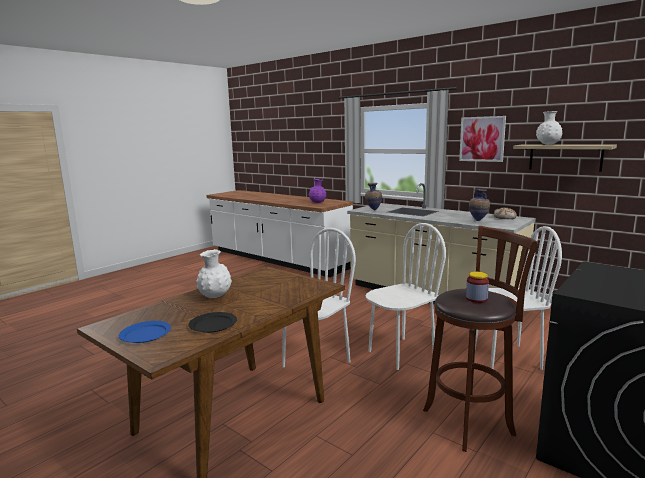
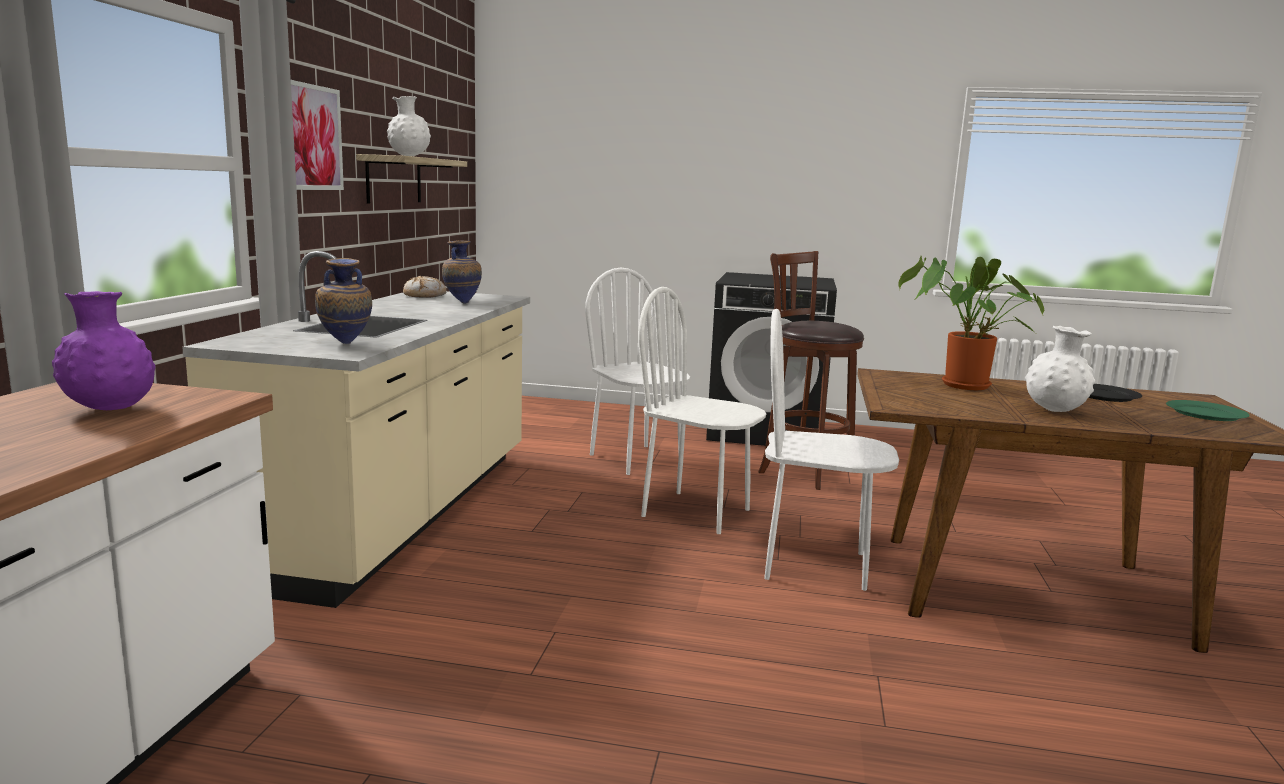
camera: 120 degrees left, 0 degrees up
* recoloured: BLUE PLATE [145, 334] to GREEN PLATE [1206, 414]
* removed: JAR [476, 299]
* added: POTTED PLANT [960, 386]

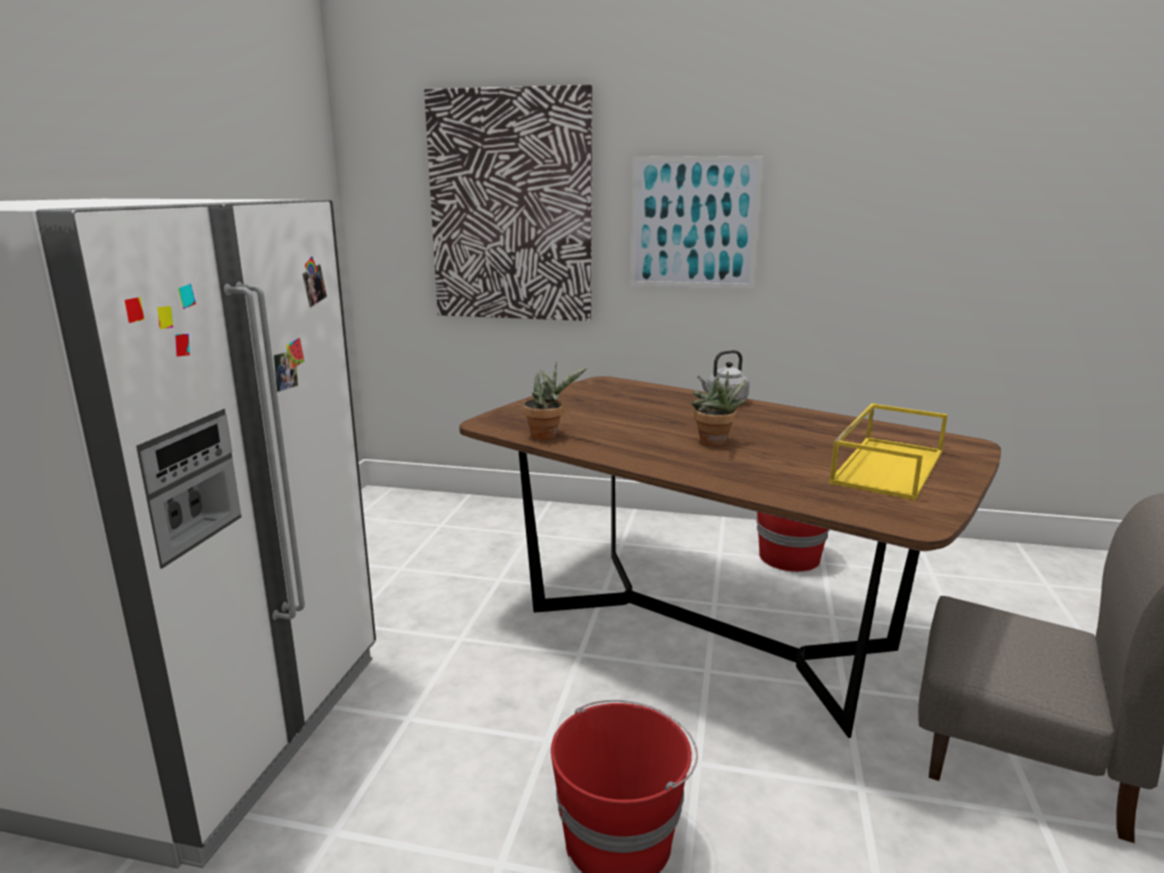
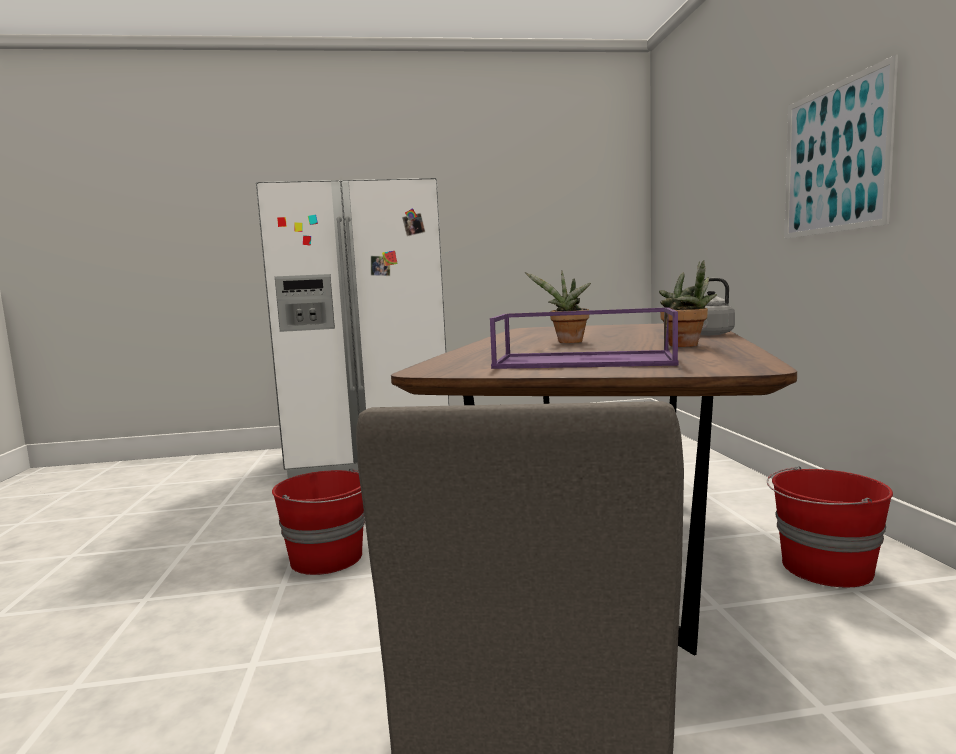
camera: 70 degrees right, 10 degrees down
* removed: PICTURE [511, 207]
* moved: POTTED PLANT [547, 436] to [687, 345]
* recoloured: YELLOW TRAY [886, 466] to PURPLE TRAY [585, 361]

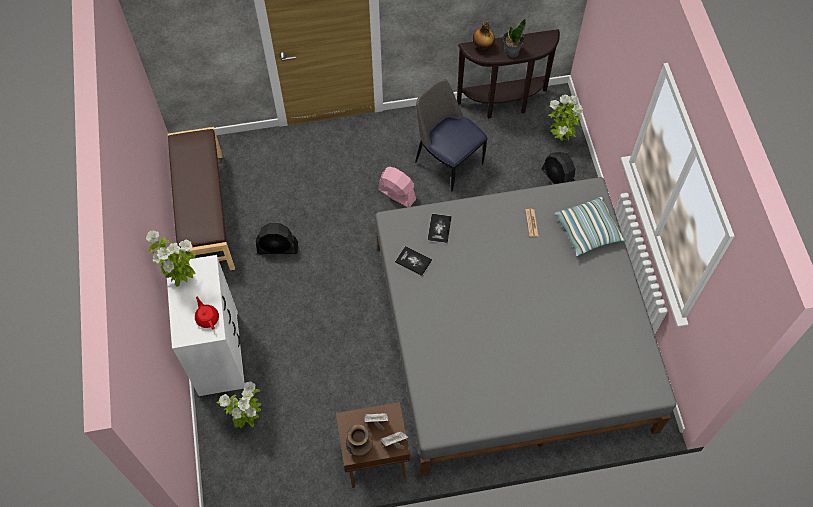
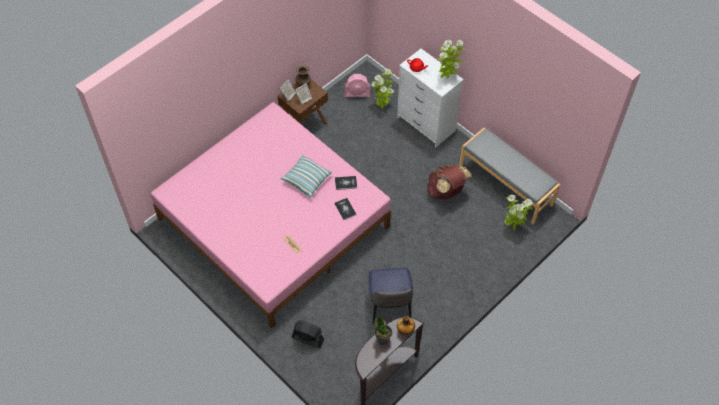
camera: 145 degrees right, 5 degrees down
* recoloured: BROWN BENCH [204, 214] to GREY BENCH [506, 185]
* replaced: BLACK FAN [278, 248] to BROWN BACKPACK [446, 191]
* recoloured: GREY BED [511, 334] to PINK BED [274, 222]
* moved: PINK FAN [396, 194] to [357, 93]
* turned: CHAIR [447, 161] = [390, 307] 75 degrees clockwise
* moved: POTTED PLANT [560, 139] to [513, 226]
* moved: PILLOW [588, 231] to [306, 179]

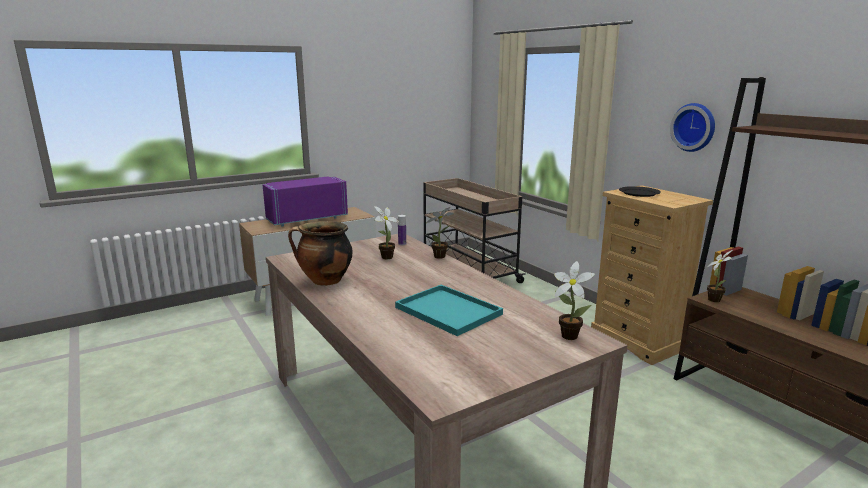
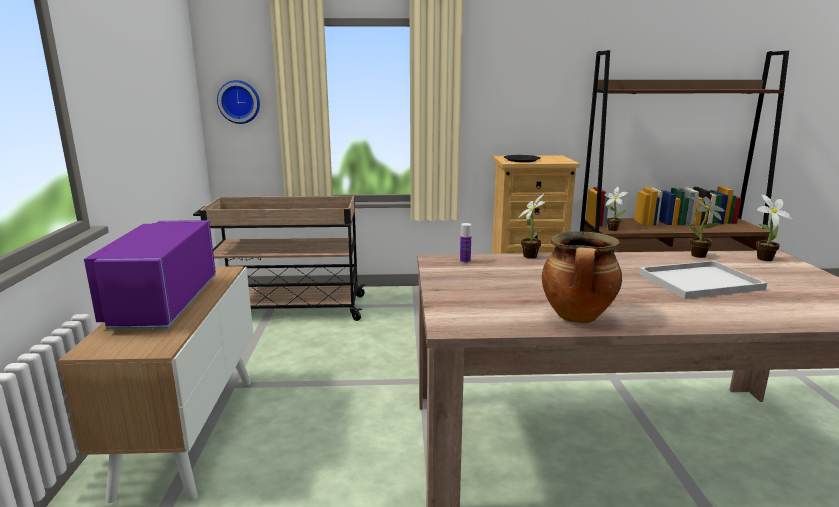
camera: 60 degrees left, 0 degrees up
* moved: POTTED PLANT [385, 258] to [700, 256]
* recoloured: TURQUOISE TRAY [450, 311] to WHITE TRAY [700, 281]
* moved: WALL CLOCK [694, 127] to [239, 102]

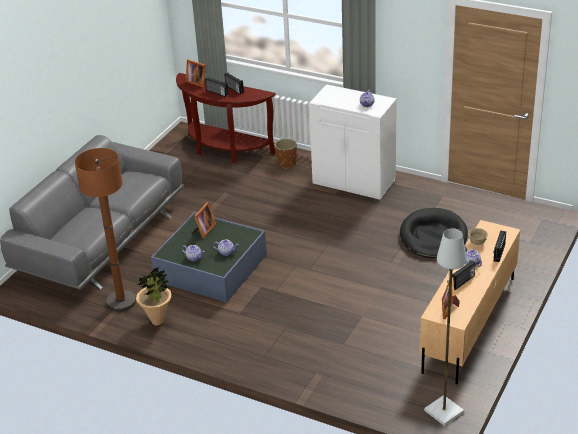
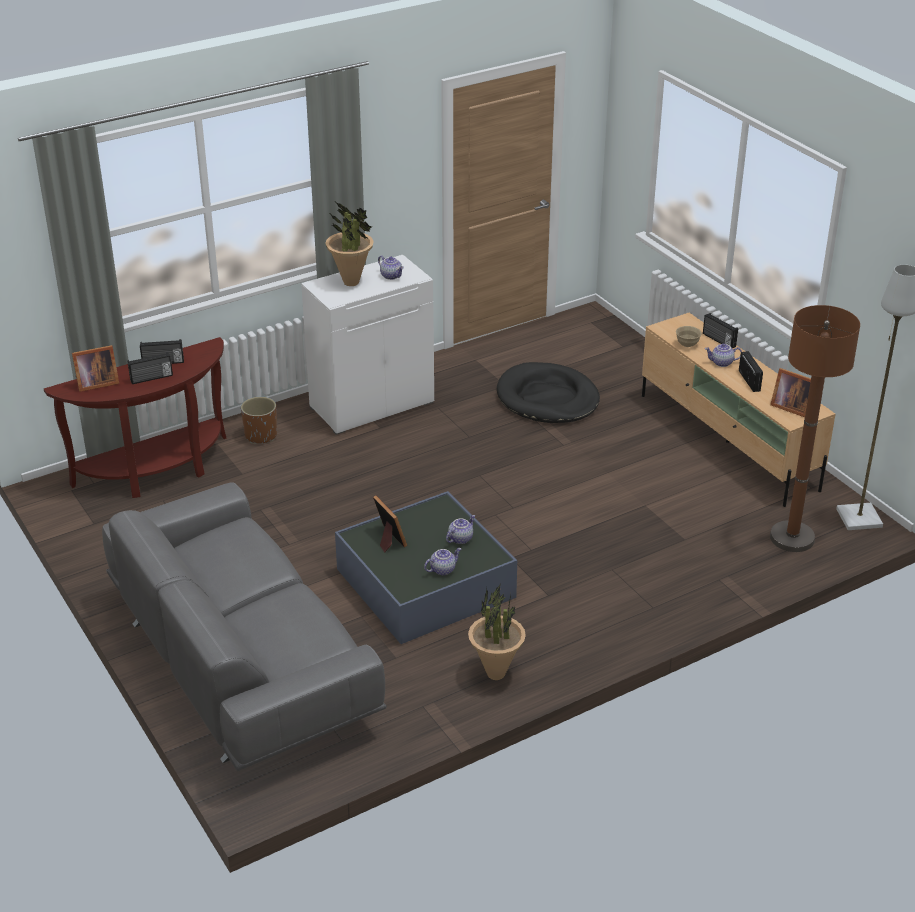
camera: 60 degrees left, 0 degrees up
* moved: BROWN FLOOR LAMP [121, 302] to [792, 538]
* added: POTTED PLANT [351, 282]

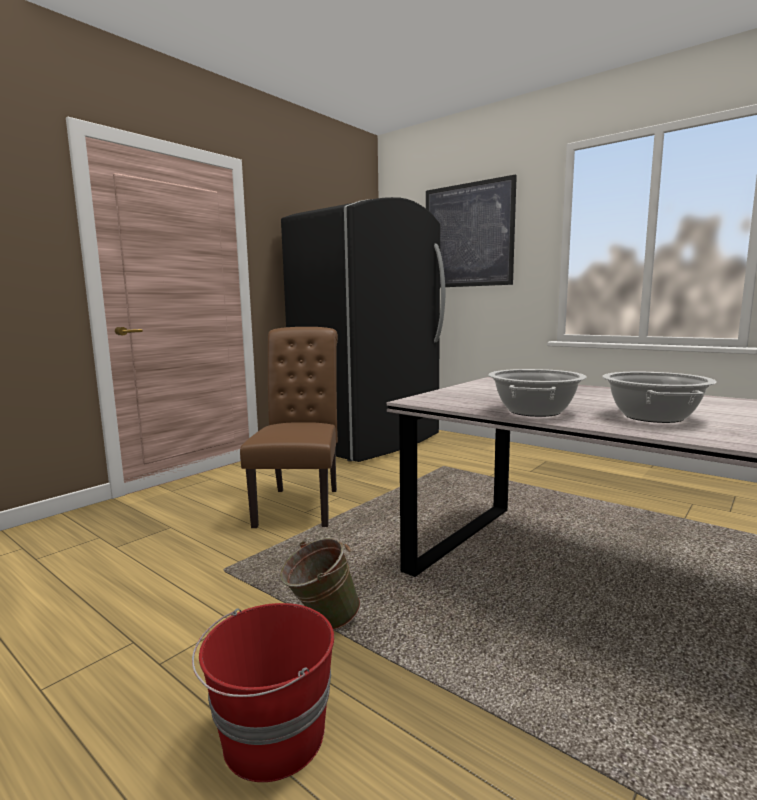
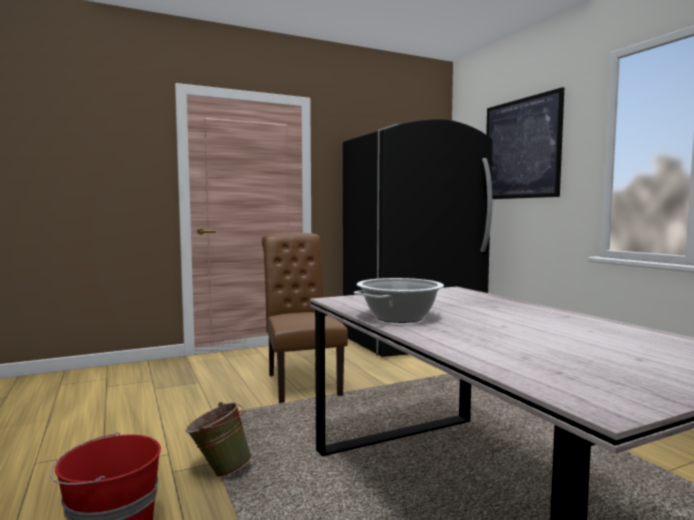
camera: 25 degrees right, 5 degrees down
* turned: BROWN CHAIR [301, 504] = [301, 383] 45 degrees counterclockwise
* removed: COOKING POT [654, 417]

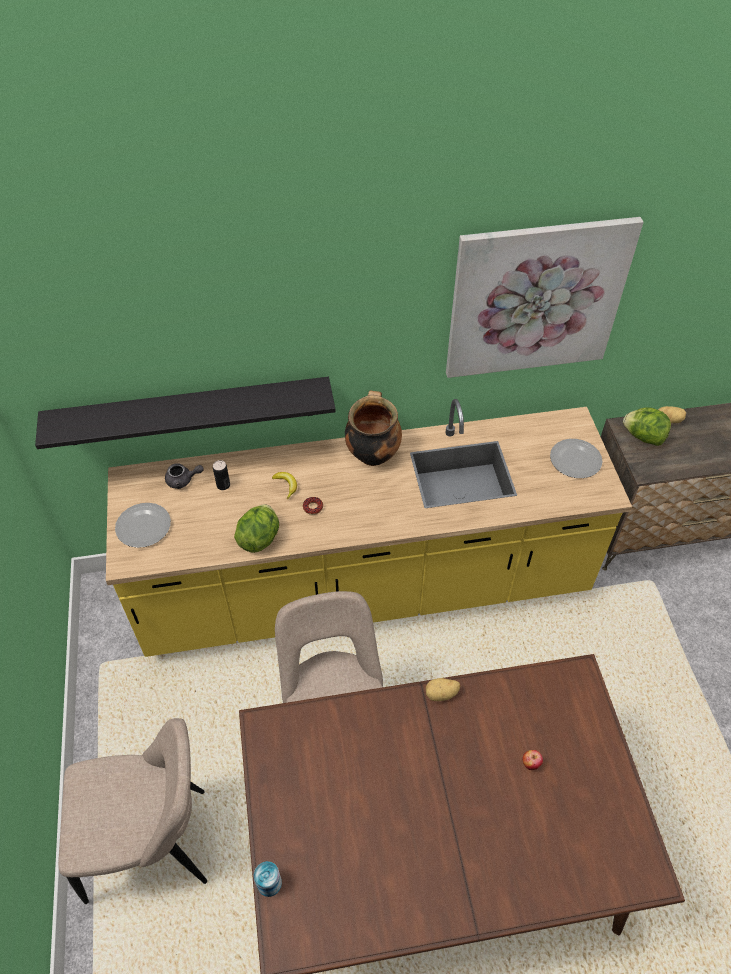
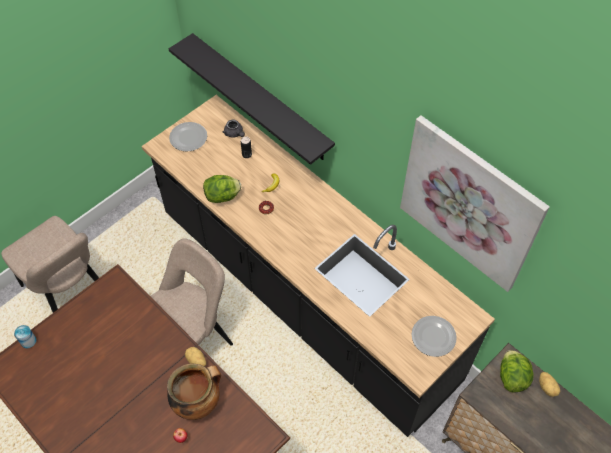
camera: 55 degrees right, 5 degrees up
* recoloured: YELLOW COUNTER [365, 587] to BLACK COUNTER [305, 296]
* moved: COOKING POT [372, 453] to [197, 402]

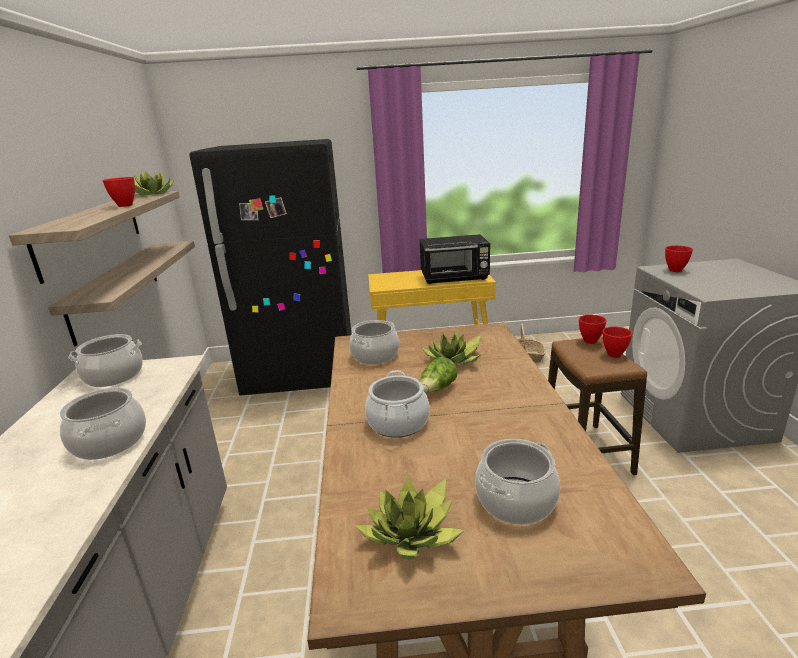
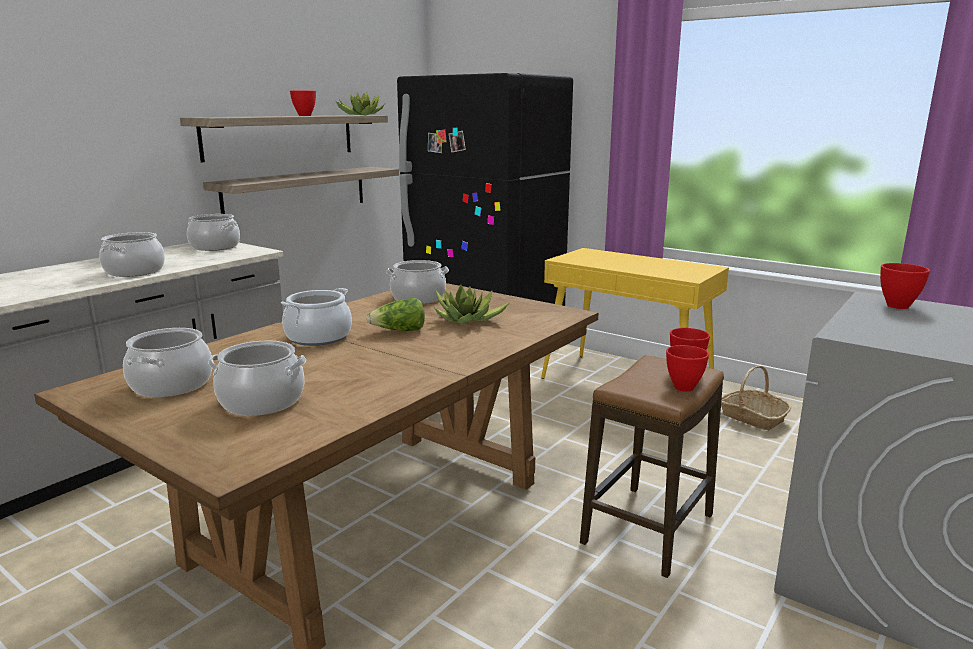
camera: 40 degrees right, 5 degrees down
* replaced: POTTED PLANT [412, 534] to COOKING POT [172, 385]
* removed: BLACK MICROWAVE [455, 278]

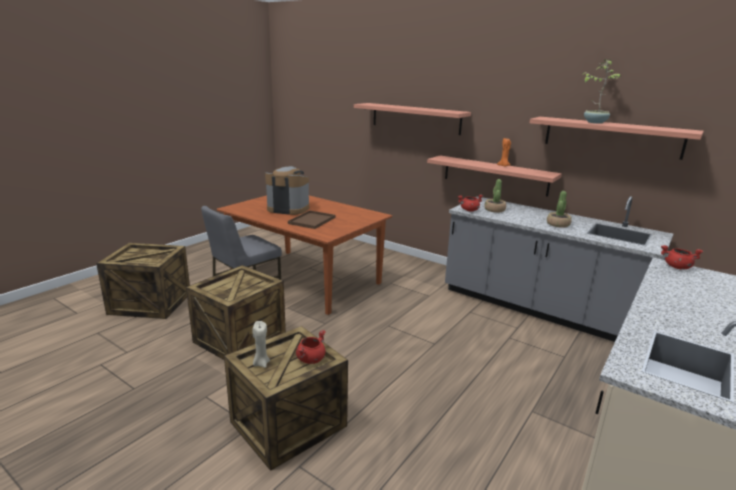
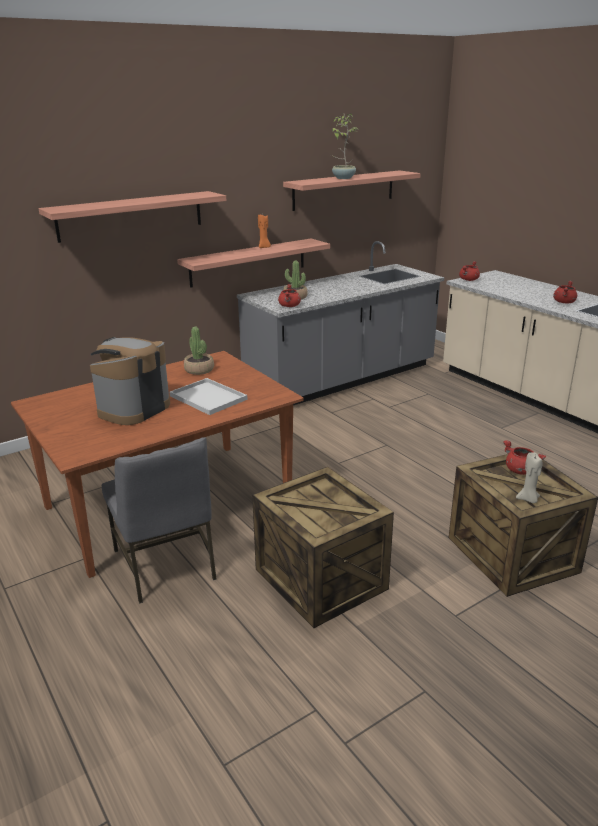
camera: 70 degrees left, 5 degrees up
* removed: CRATE [149, 304]
* recoloured: BROWN TRAY [312, 221] to WHITE TRAY [209, 398]
* moved: POTTED PLANT [558, 224] to [199, 370]
* added: RED COOKING POT [564, 302]

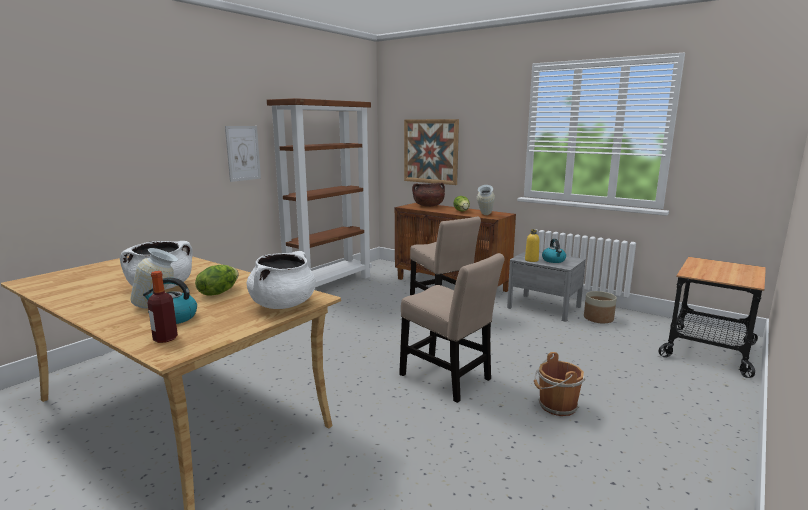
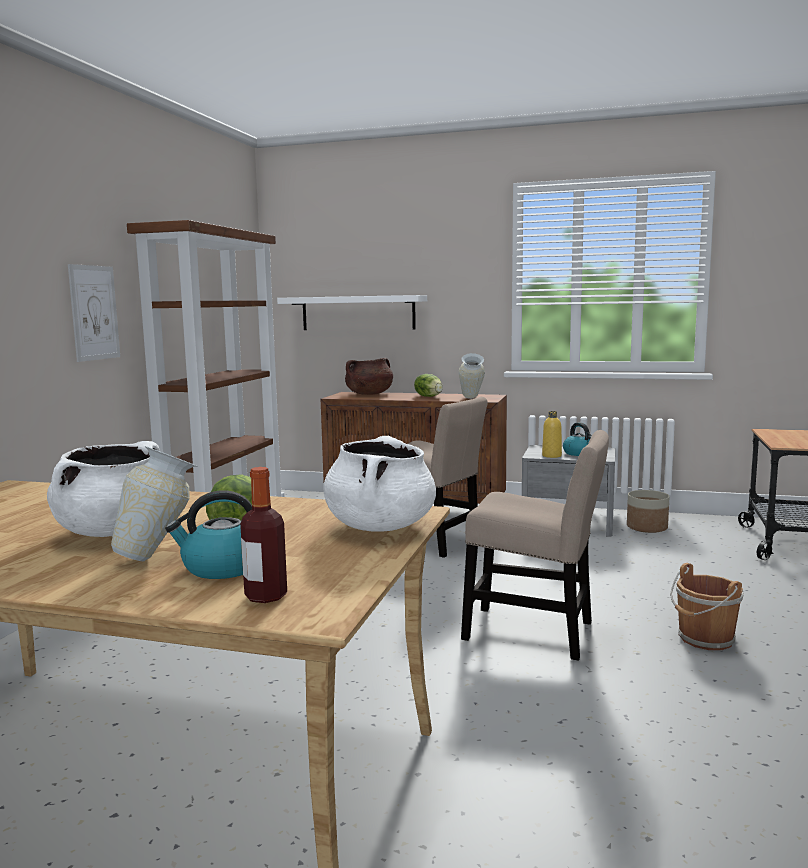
camera: 20 degrees left, 5 degrees down
* replaced: PICTURE [430, 151] to WHITE SHELF [358, 313]

